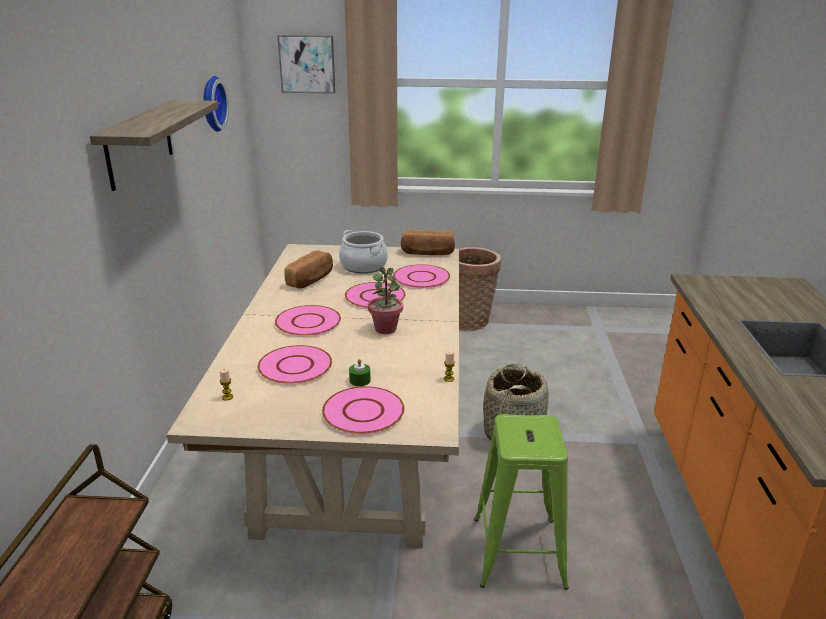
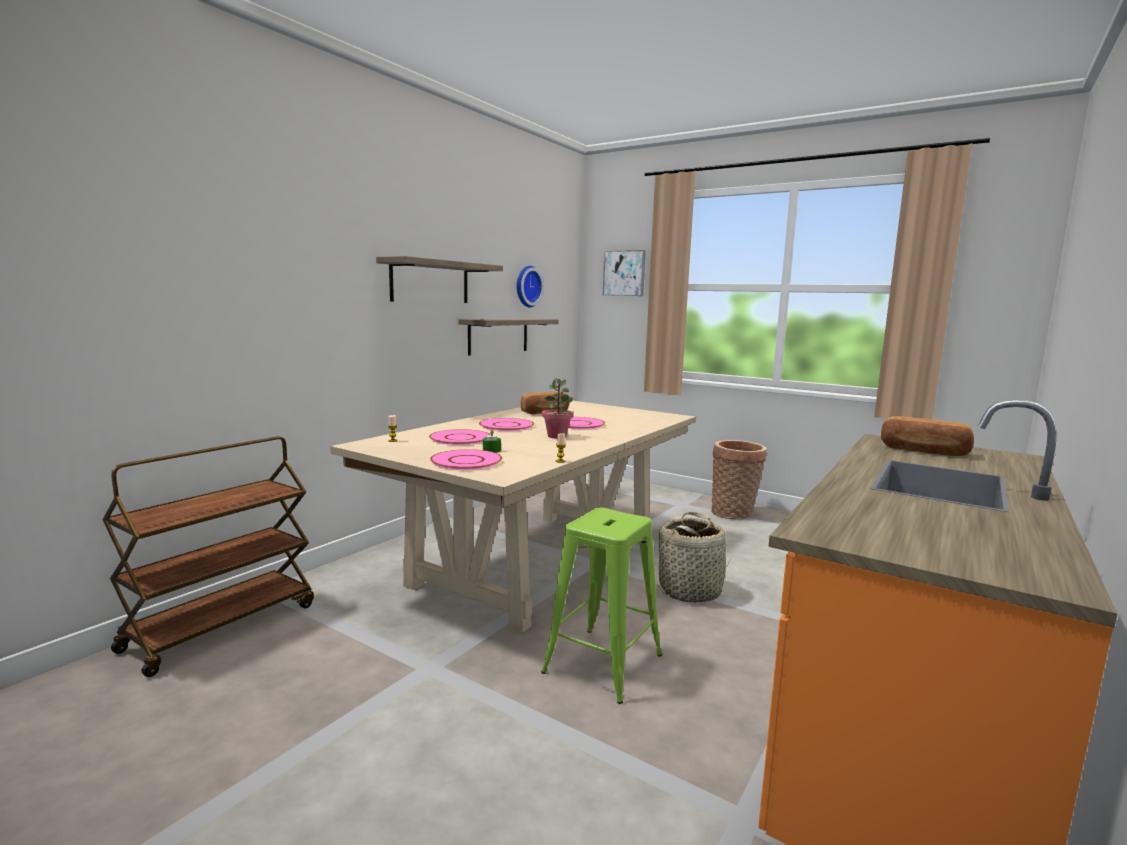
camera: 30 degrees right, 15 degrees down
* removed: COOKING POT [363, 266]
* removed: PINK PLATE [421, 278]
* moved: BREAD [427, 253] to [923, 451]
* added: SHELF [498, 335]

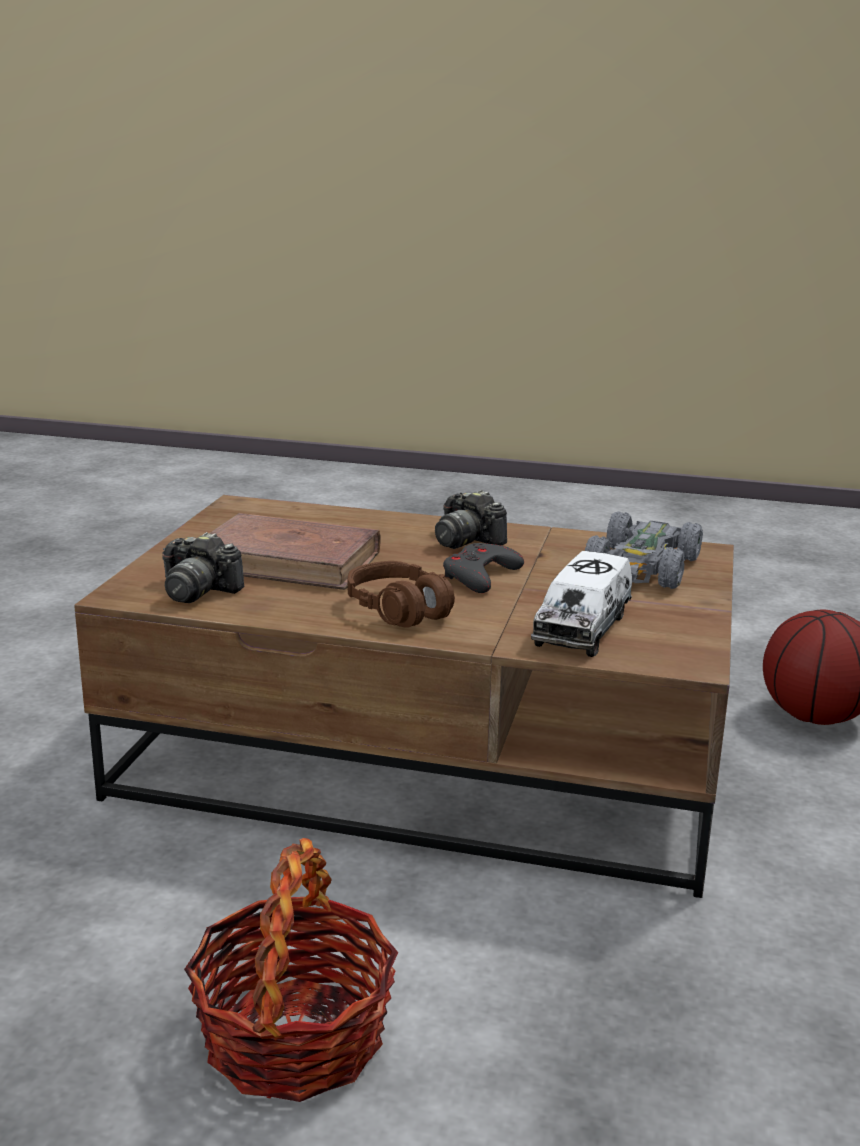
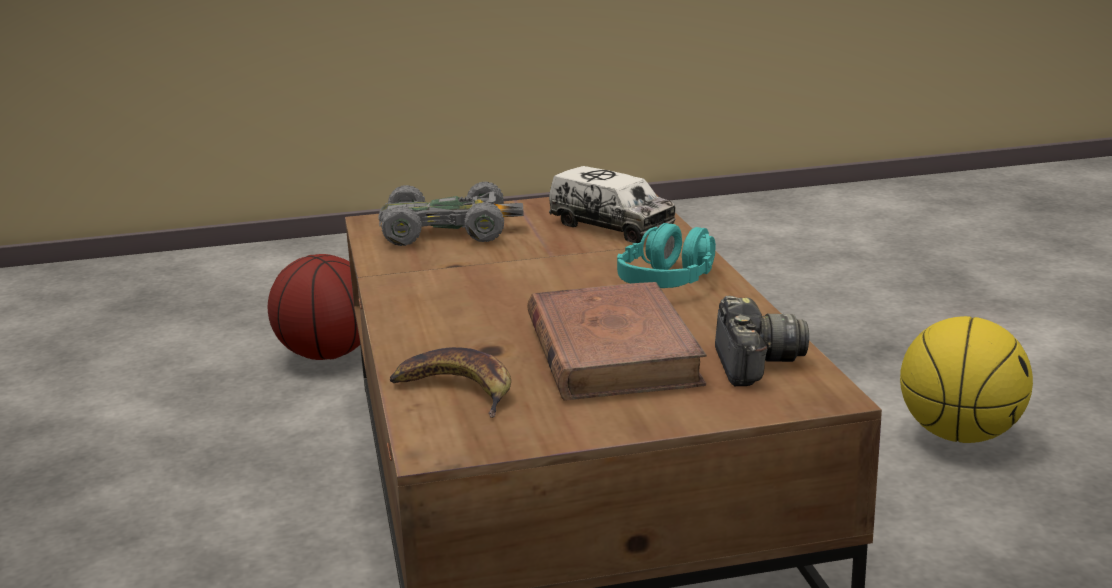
camera: 115 degrees left, 0 degrees up
* replaced: BASKET [294, 1037] to BASKETBALL [960, 434]
* recoloured: BROWN HEADPHONES [399, 610] to TURQUOISE HEADPHONES [668, 280]
* removed: PHOTO CAMERA [467, 541]
* removed: GREY GAME CONTROLLER [480, 576]
* turned: TOY TRUCK [582, 627] = [611, 226] 45 degrees clockwise
* added: BANANA [457, 390]

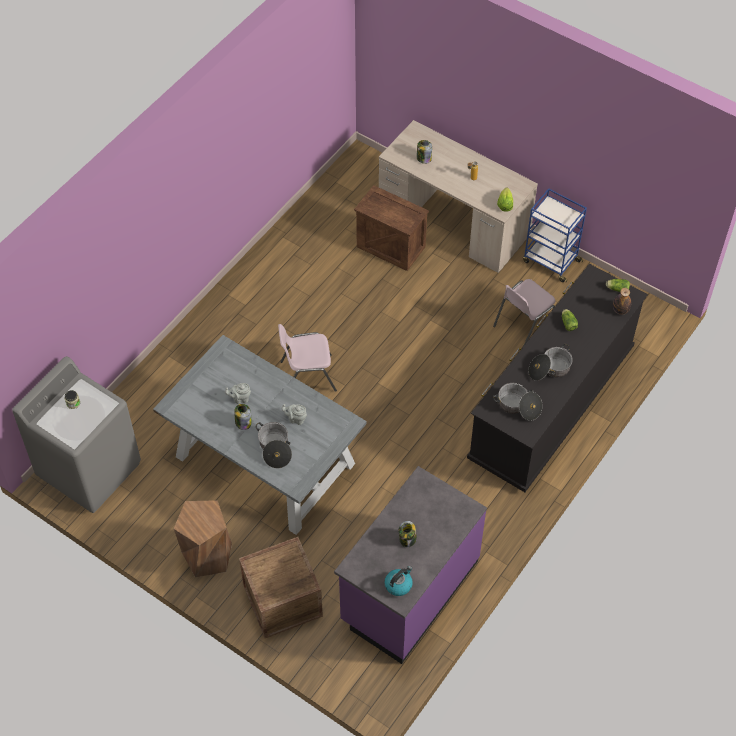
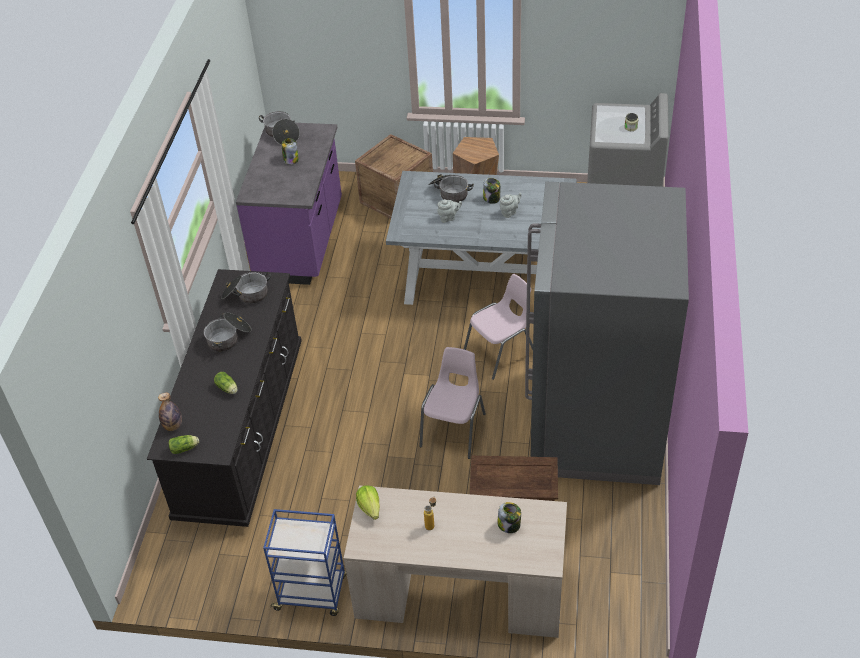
camera: 155 degrees right, 10 degrees down
* replaced: KETTLE [398, 584] to COOKING POT [281, 134]
* moved: PINK CHAIR [524, 324] to [454, 429]
* added: GREY FRIDGE [597, 423]

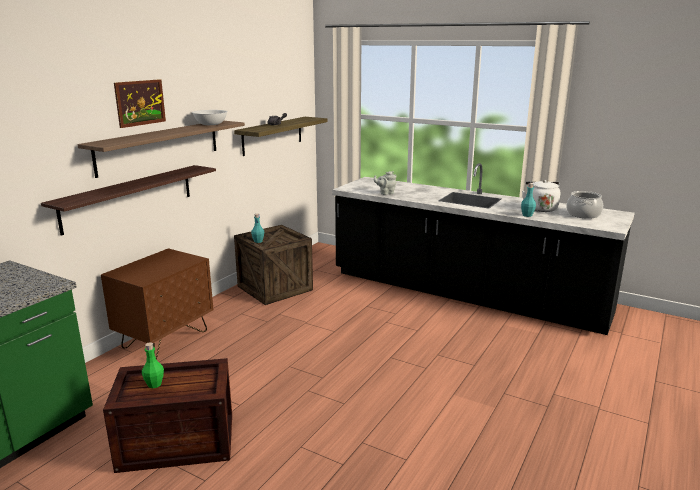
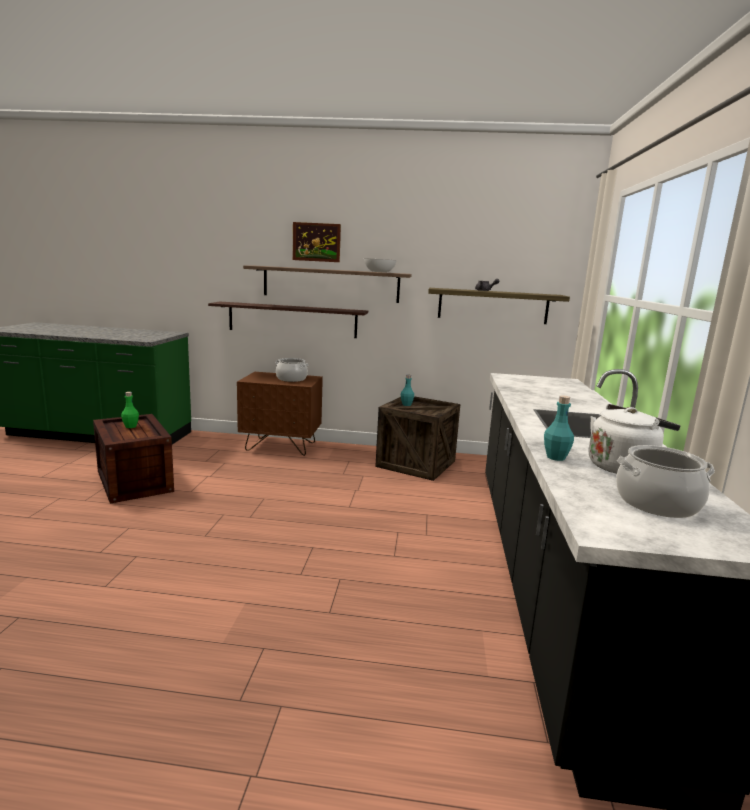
camera: 65 degrees right, 5 degrees down
* removed: GREY TEAPOT [385, 193]
* added: COOKING POT [291, 379]

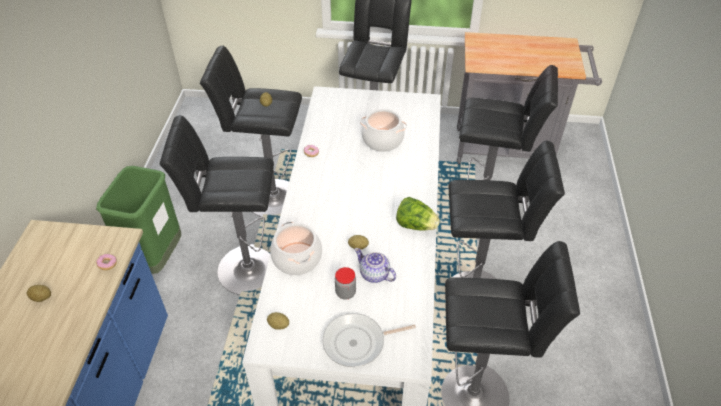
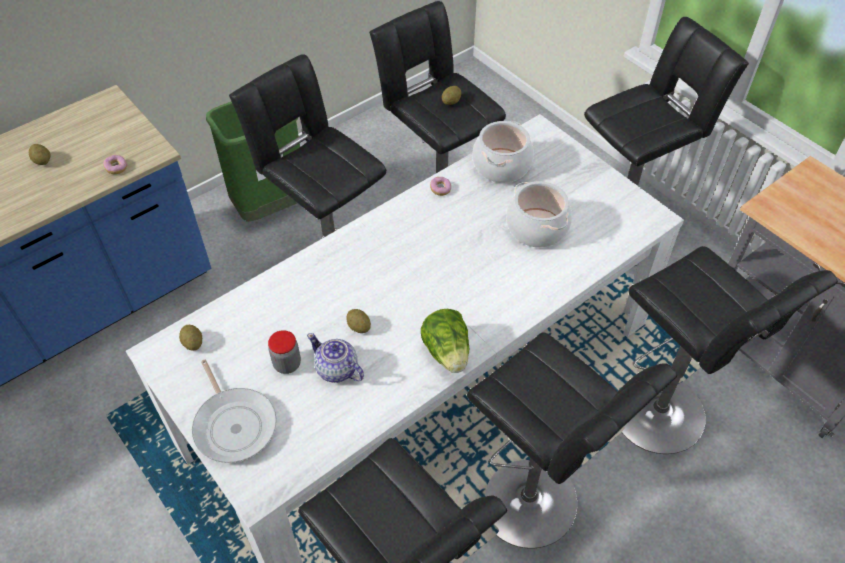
camera: 45 degrees right, 5 degrees up
* moved: COOKING POT [297, 259] to [501, 166]
* turned: FRYING PAN [357, 342] = [234, 424] 150 degrees counterclockwise
* turned: TEAPOT [374, 274] = [337, 370] 45 degrees counterclockwise

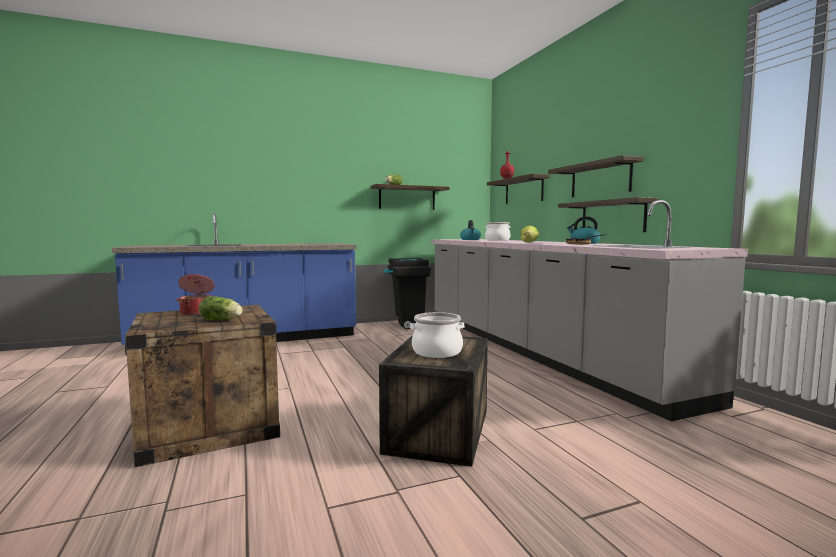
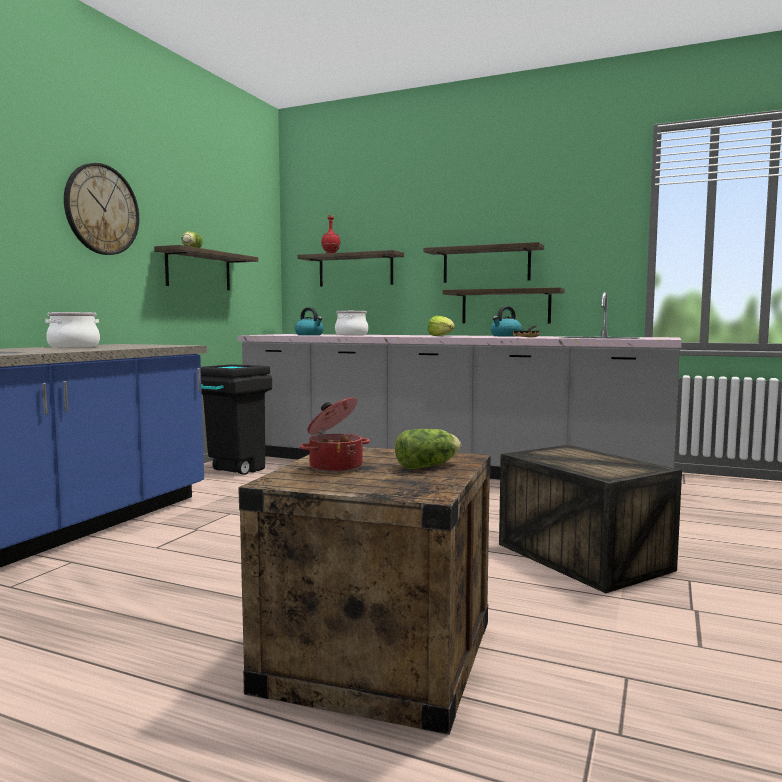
camera: 45 degrees left, 0 degrees up
* moved: COOKING POT [437, 352] to [73, 346]
* added: WALL CLOCK [102, 209]

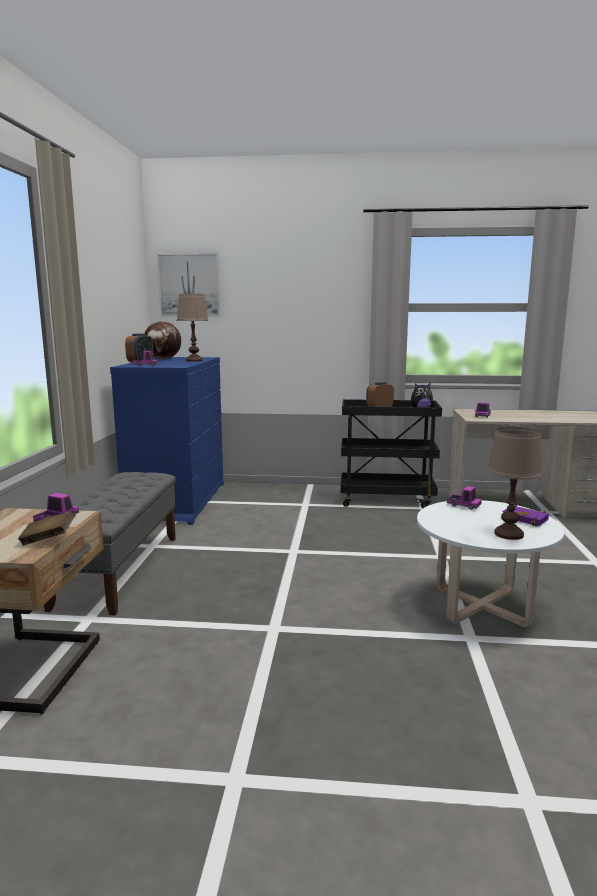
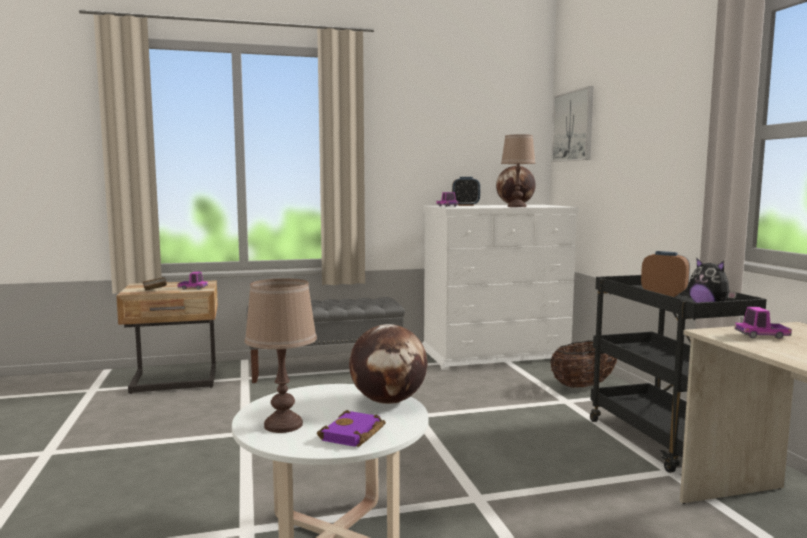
camera: 70 degrees right, 5 degrees down
* recoloured: BLUE DRESSER [177, 500] to WHITE DRESSER [495, 354]
* replaced: TOY TRUCK [463, 505] to GLOBE [389, 401]
* added: BASKET [583, 386]

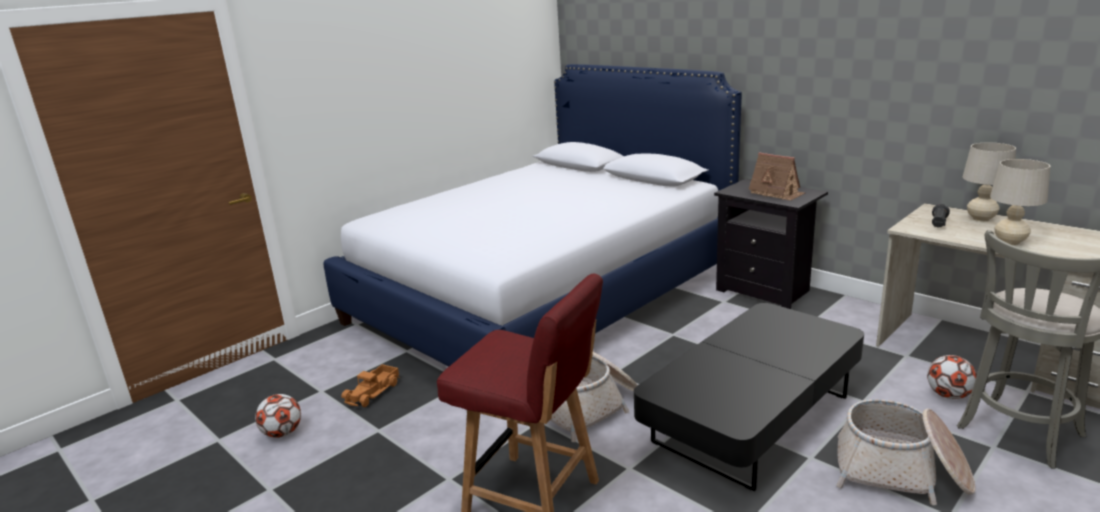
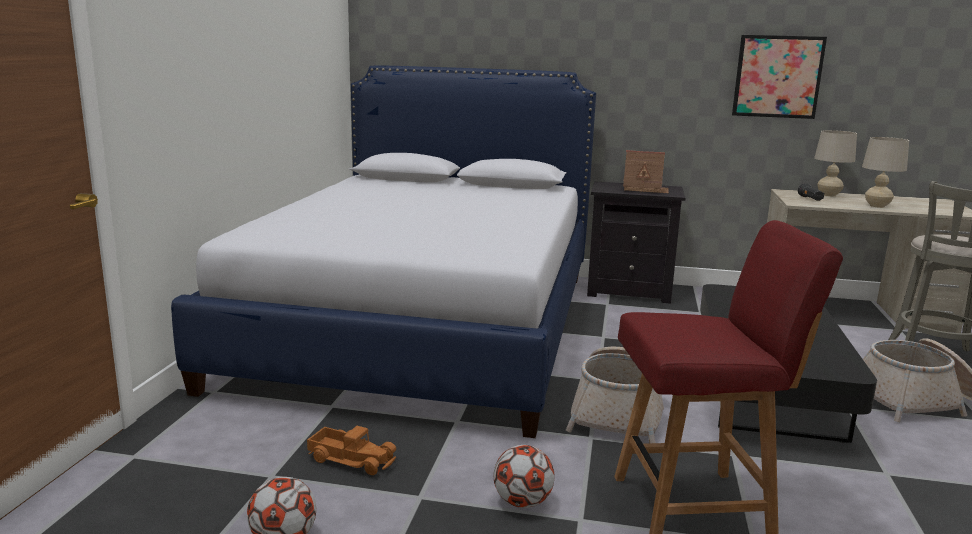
camera: 35 degrees left, 5 degrees down
* turned: TOY TRUCK [373, 392] = [352, 459] 60 degrees counterclockwise
* moved: FOOTBALL [948, 395] to [522, 502]
* added: PICTURE [777, 76]

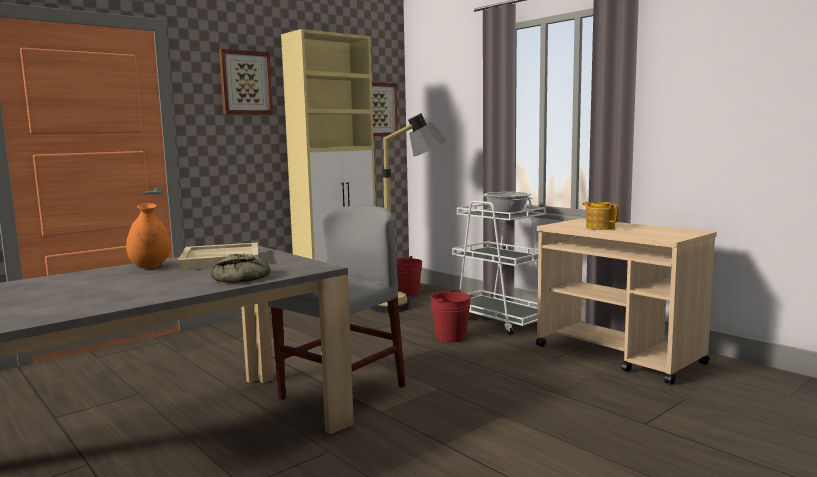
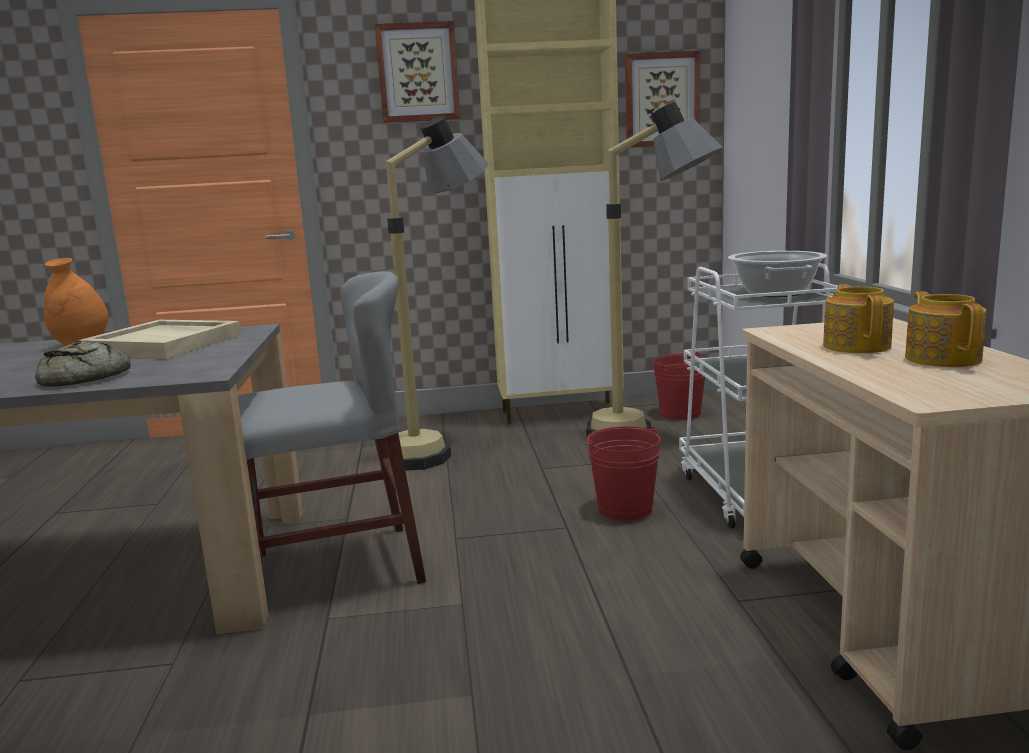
camera: 35 degrees right, 5 degrees up
* added: FLOOR LAMP [443, 449]
* added: TEAPOT [942, 358]

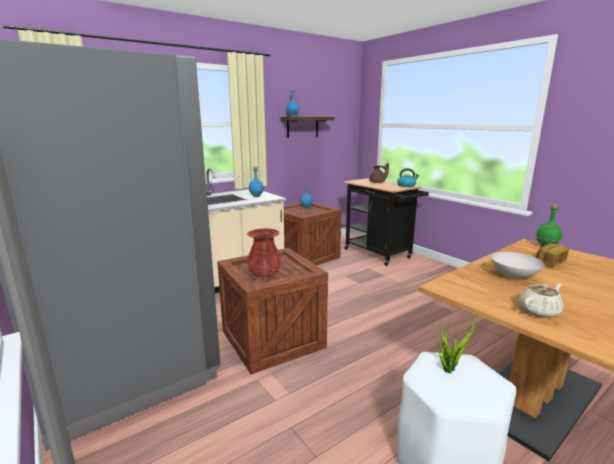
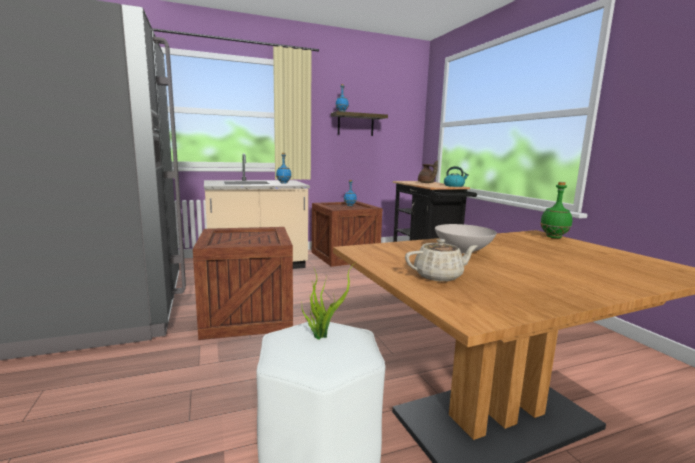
camera: 15 degrees right, 5 degrees down
* removed: RED VASE [264, 273]
* removed: BREAD [549, 262]

